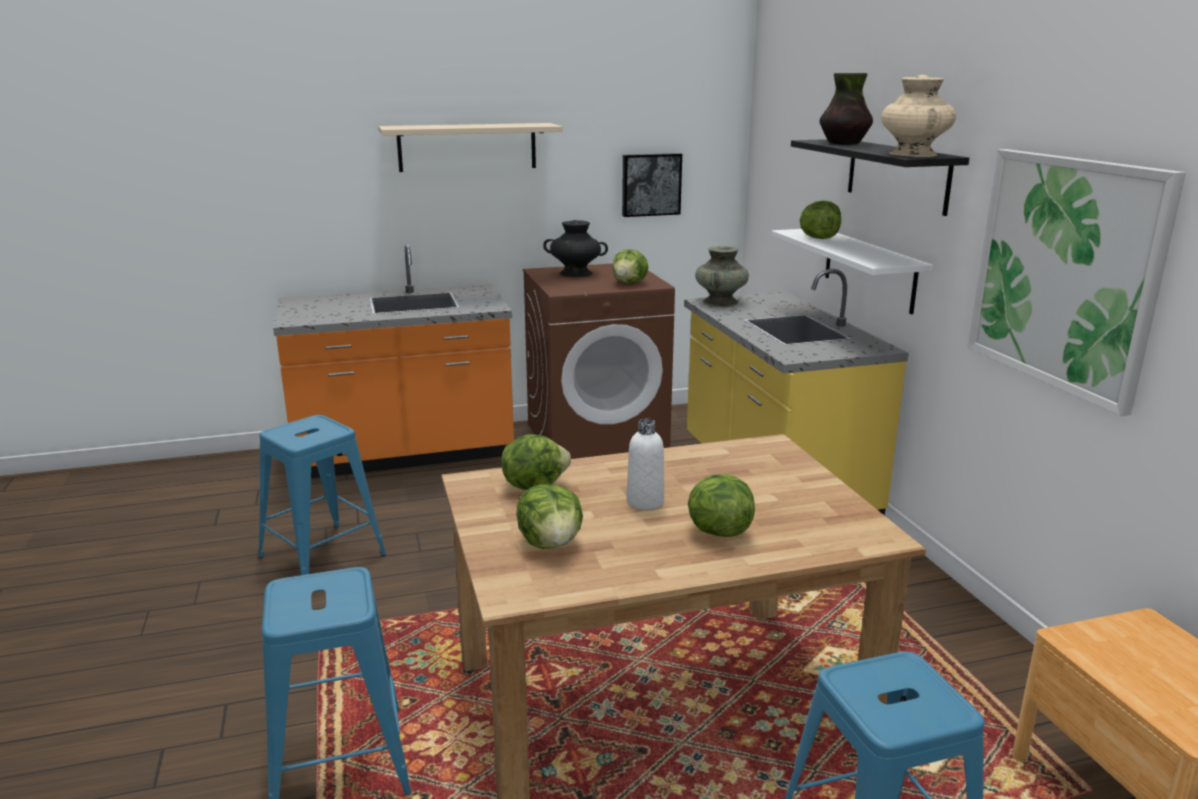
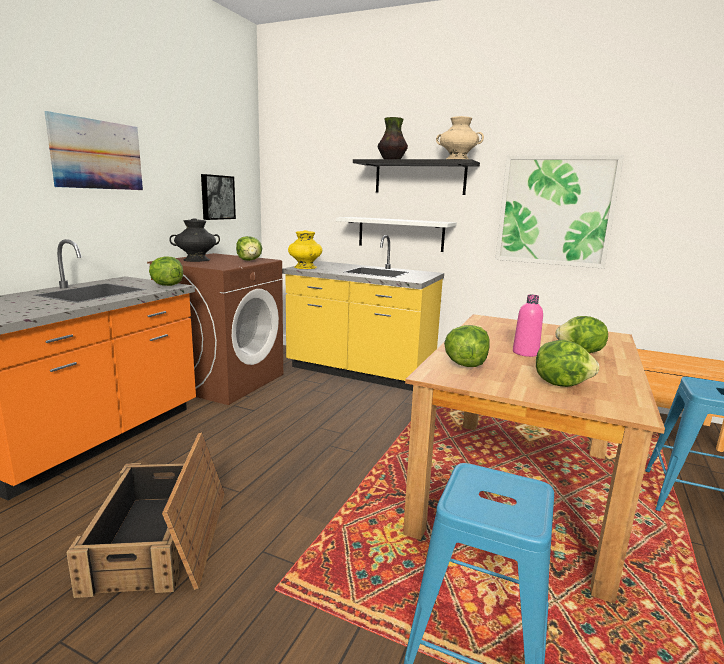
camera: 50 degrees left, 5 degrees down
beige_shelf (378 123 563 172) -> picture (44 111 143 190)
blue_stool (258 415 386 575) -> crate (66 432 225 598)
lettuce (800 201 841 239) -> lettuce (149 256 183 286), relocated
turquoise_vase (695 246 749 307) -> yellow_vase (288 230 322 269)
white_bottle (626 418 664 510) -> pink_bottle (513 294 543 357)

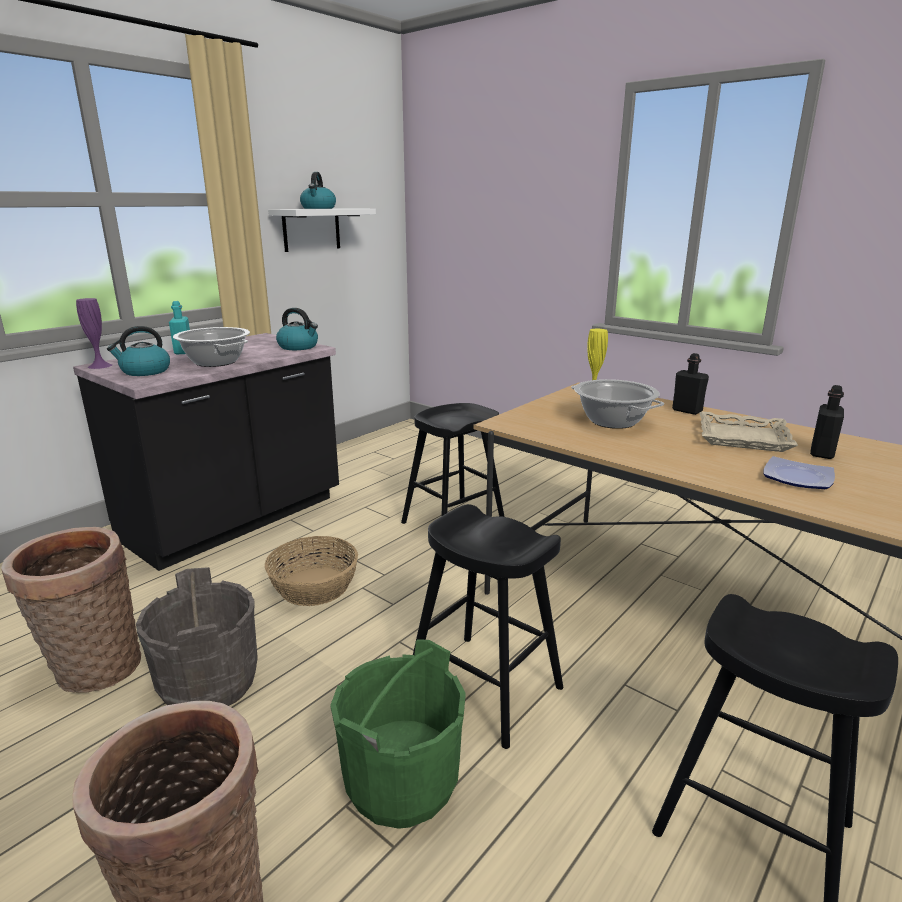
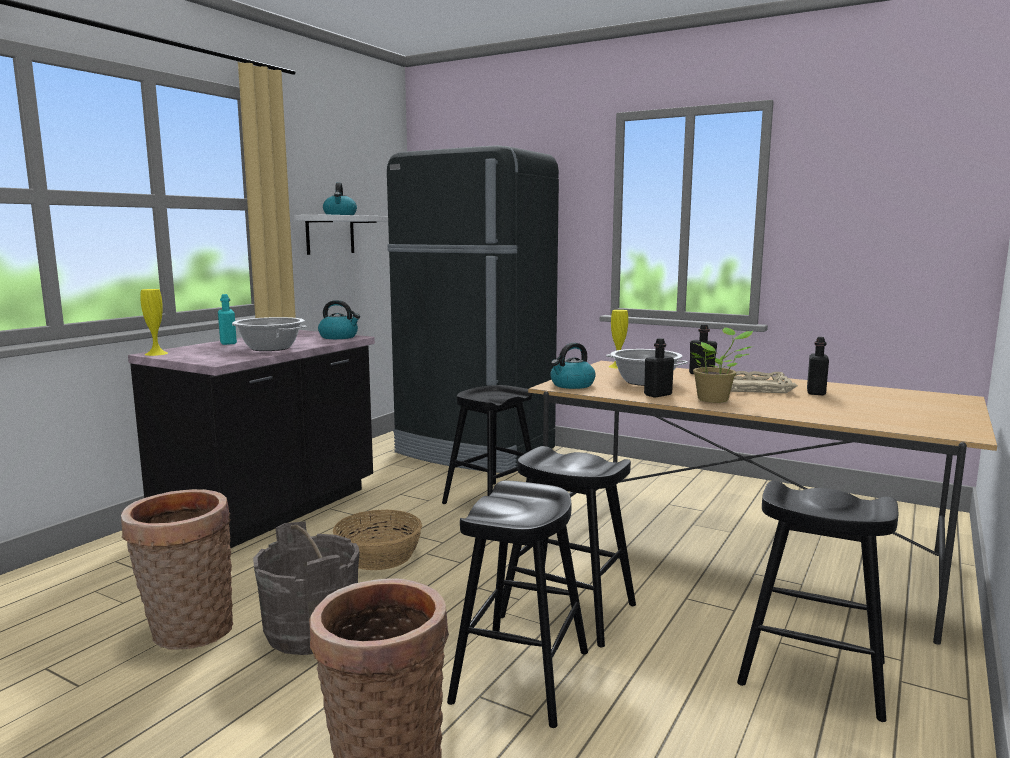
camera: 10 degrees left, 10 degrees down
purple_vase (76 298 112 369) -> yellow_vase (140 289 168 356)
none -> black_fridge (387 145 559 473)
green_bucket (330 639 466 829) -> black_stool (447 481 588 728)
kettle (107 326 170 376) -> kettle (550 343 596 389), relocated
none -> black_bottle (644 338 674 398)
none -> potted_plant (690 327 753 403)
plate (763 456 835 489) -> none

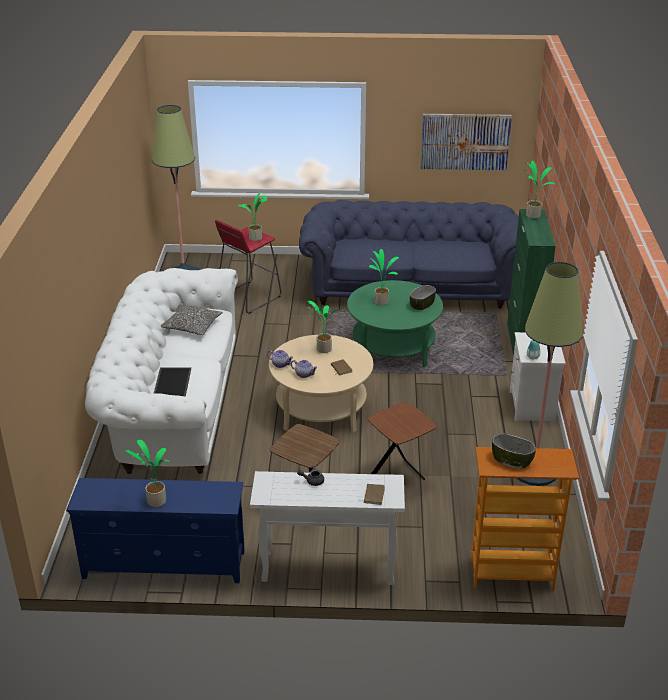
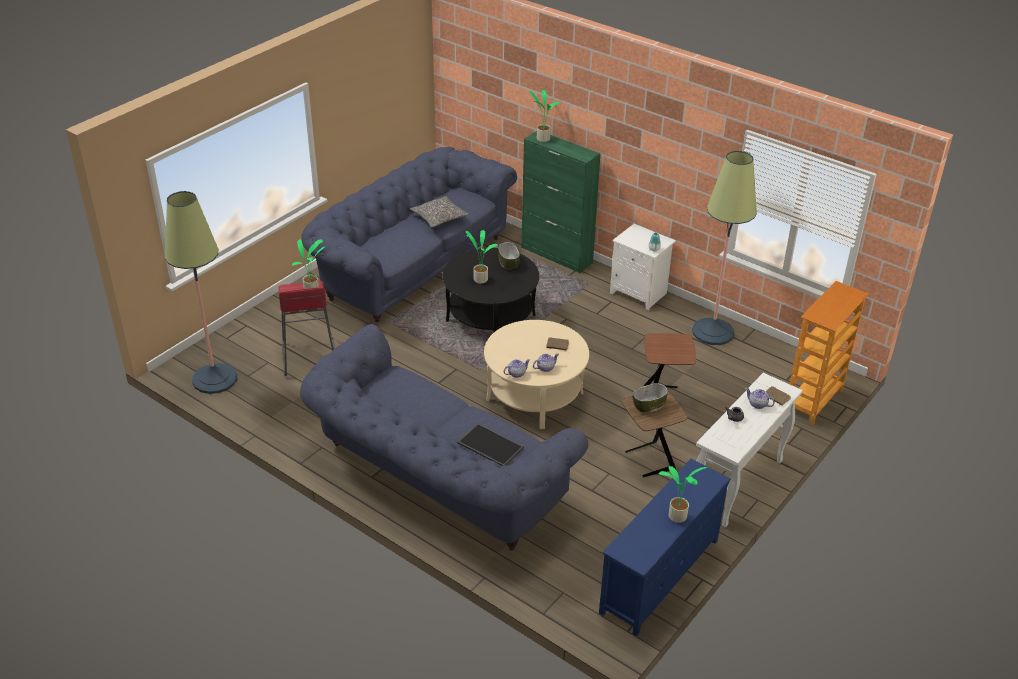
camera: 55 degrees left, 5 degrees up
white_sofa (85 268 238 474) -> blue_sofa (300 324 589 550)
pillow (161 304 223 335) -> pillow (410 196 468 227), relocated
green_coffee_table (347 280 443 367) -> black_coffee_table (443 248 539 333)
bowl (492 433 536 469) -> bowl (633 383 668 413), relocated
none -> teapot (745 388 775 409)
potted_plant (307 301 338 353) -> none
picture (420 114 512 170) -> none

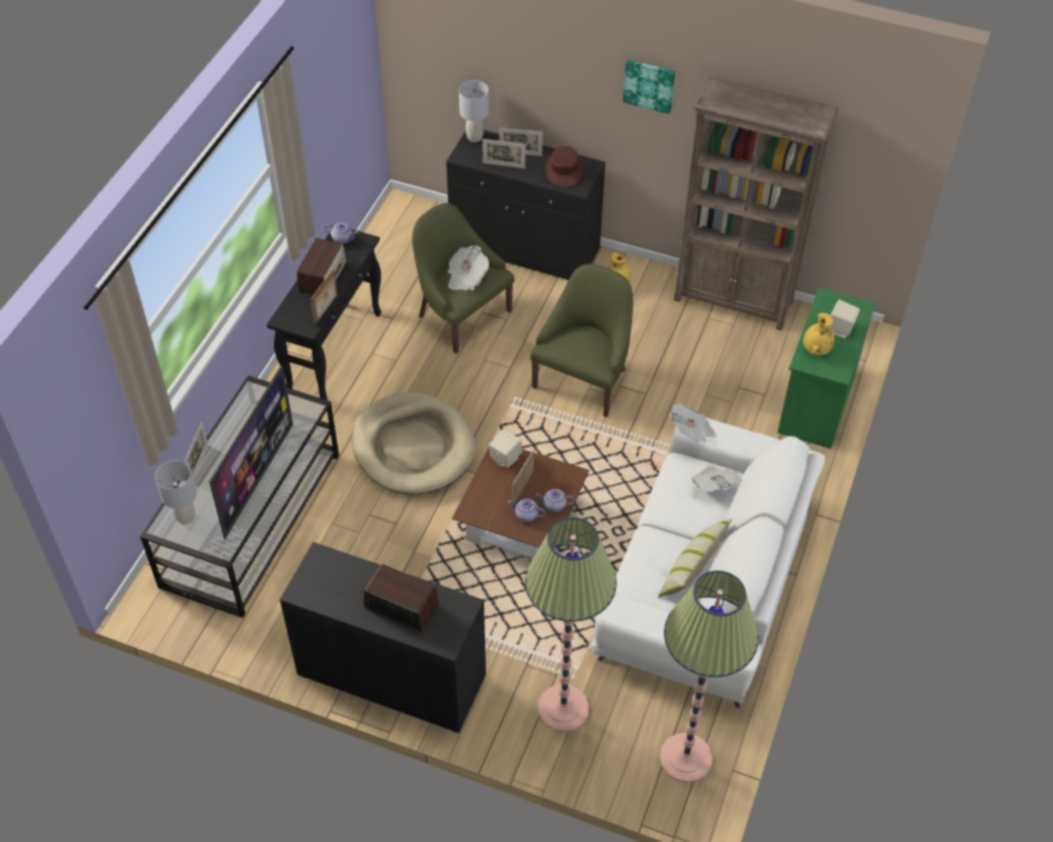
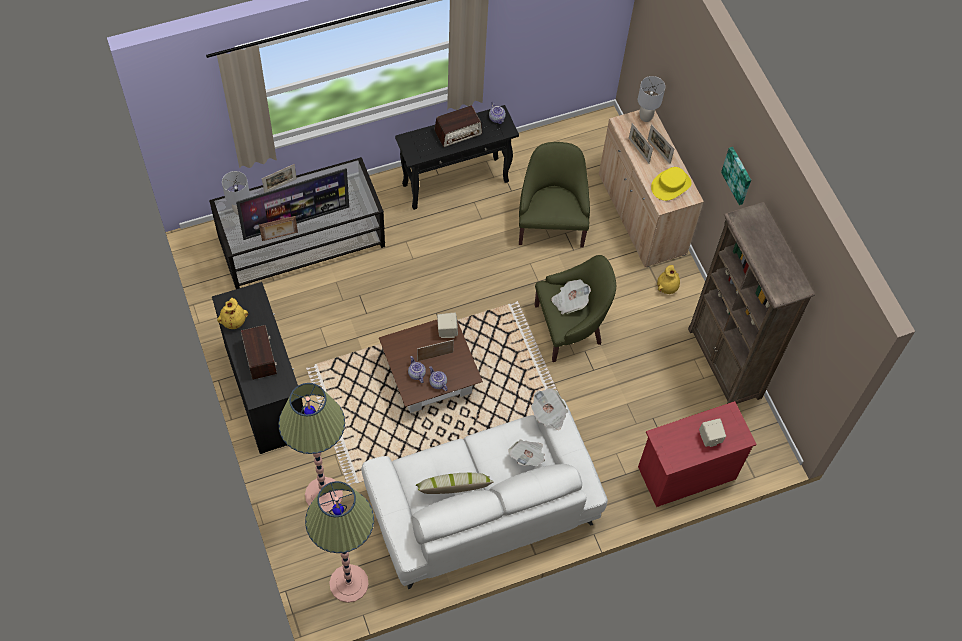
camera: 45 degrees right, 10 degrees up
yellow_vase (803 313 834 355) -> yellow_vase (217 298 248 329), relocated
picture_frame (310 268 338 326) -> picture_frame (259 216 298 241), relocated
newspaper (448 245 489 291) -> newspaper (551 279 591 314), relocated
black_cabinet (446 130 605 280) -> beige_cabinet (599 110 704 267)
green_dresser (777 288 876 449) -> red_dresser (638 401 757 507)
brown_hat (546 146 583 187) -> yellow_hat (651 167 692 201)
beige_dog_bed (352 392 476 495) -> none

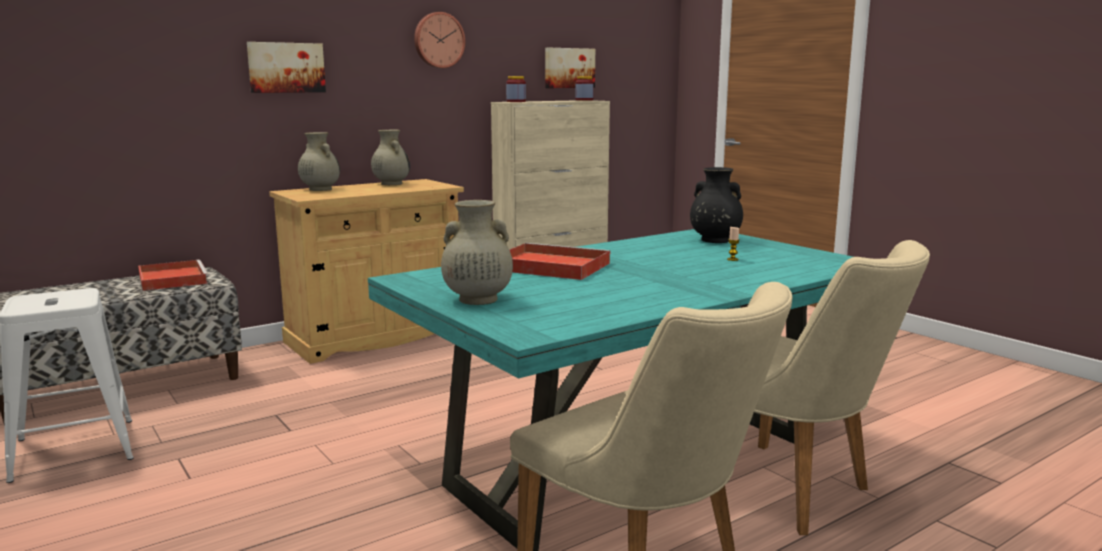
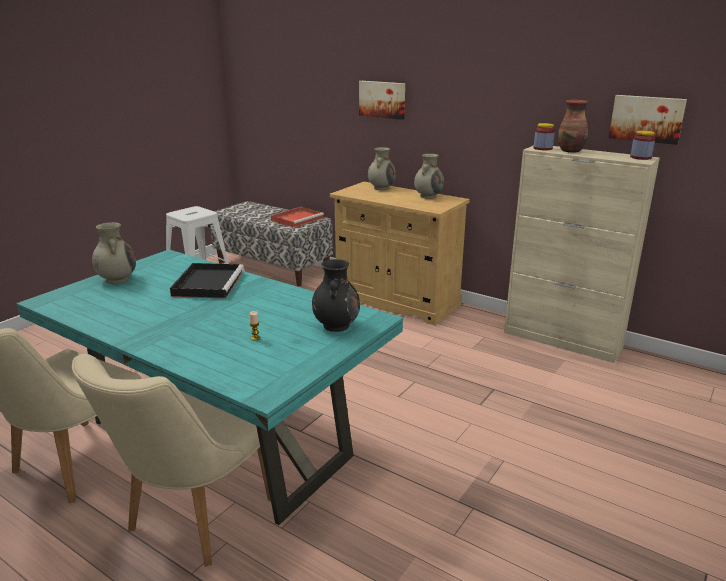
camera: 70 degrees right, 10 degrees up
red_tray (510 243 611 280) -> black_tray (170 263 244 299)
none -> vase (558 100 588 153)
wall_clock (414 12 465 68) -> none

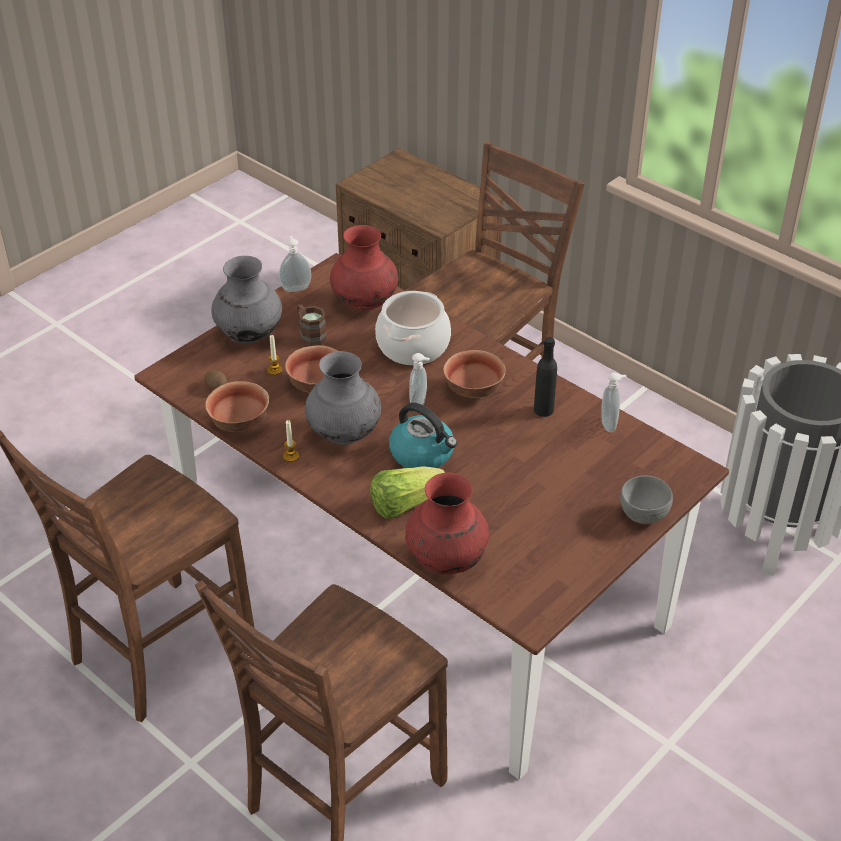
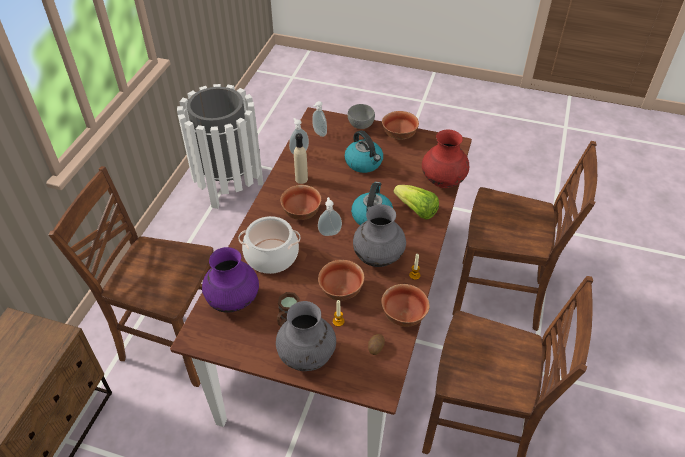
camera: 115 degrees left, 5 degrees up
red_vase (330 225 398 310) -> purple_vase (202 247 259 313)
black_bottle (534 337 557 417) -> beige_bottle (294 133 308 184)
soap_dispenser (279 236 311 292) -> soap_dispenser (312 101 327 137), relocated
none -> kettle (345 130 383 173)
none -> bowl (382 111 419 140)

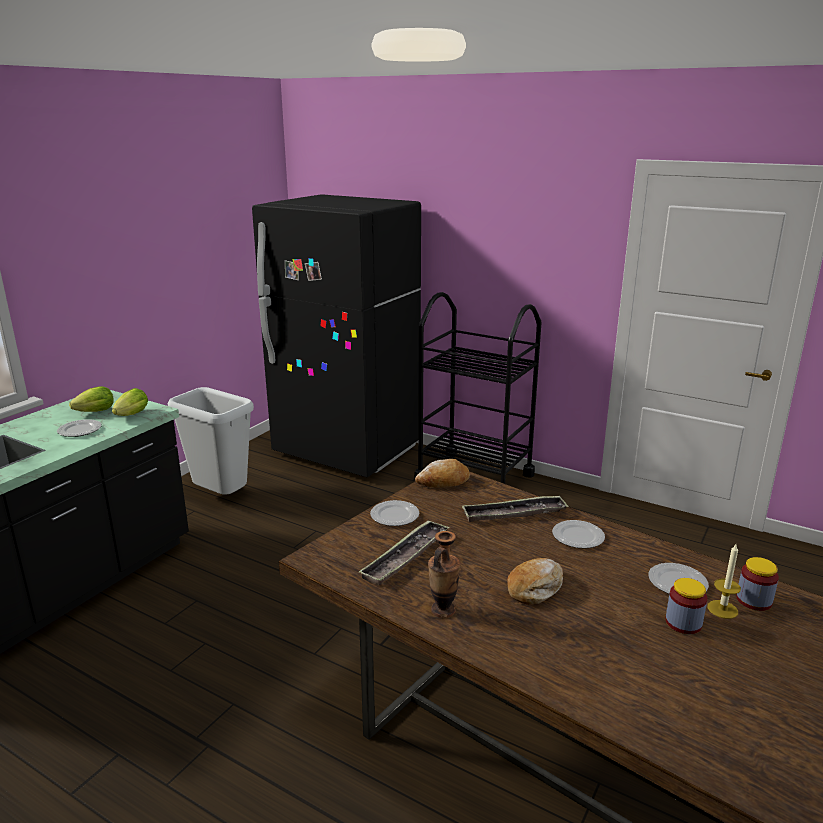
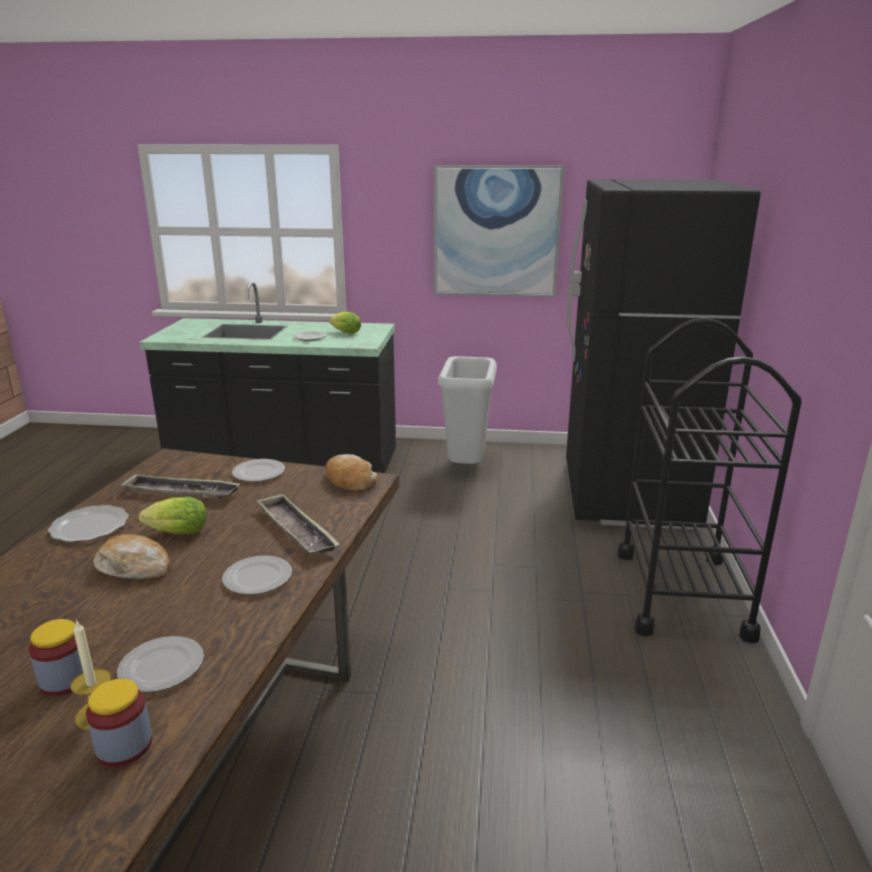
camera: 65 degrees right, 0 degrees up
vase (428 531 461 618) -> plate (48 505 129 542)
lettuce (112 388 148 416) -> lettuce (139 497 207 534), relocated
none -> picture (434 165 564 297)

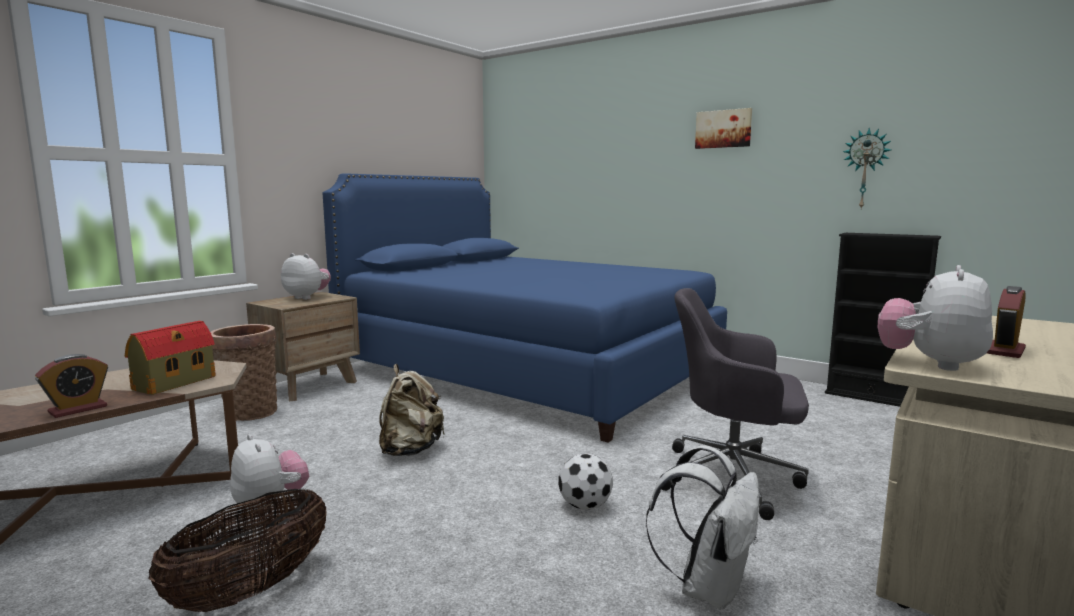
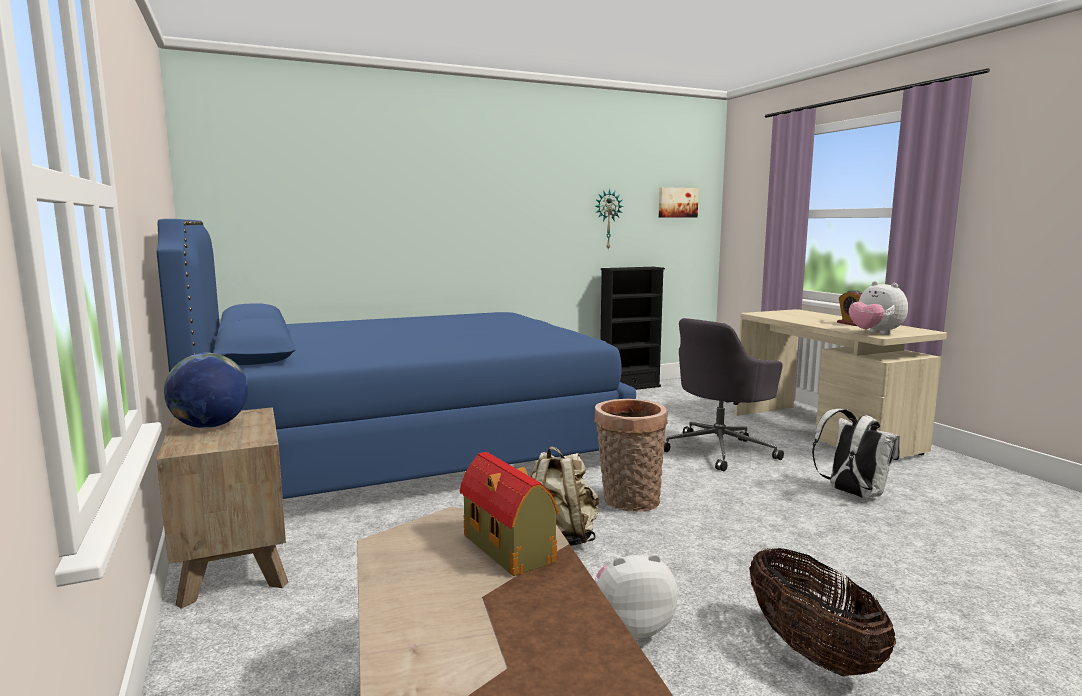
camera: 60 degrees left, 0 degrees up
plush_toy (281 253 331 300) -> globe (164 353 248 428)
basket (210 324 277 421) -> basket (594 399 668 512), relocated
picture (695 108 752 149) -> picture (659 187 699 218), relocated
alarm_clock (35 354 108 418) -> none
football (558 453 613 510) -> none

